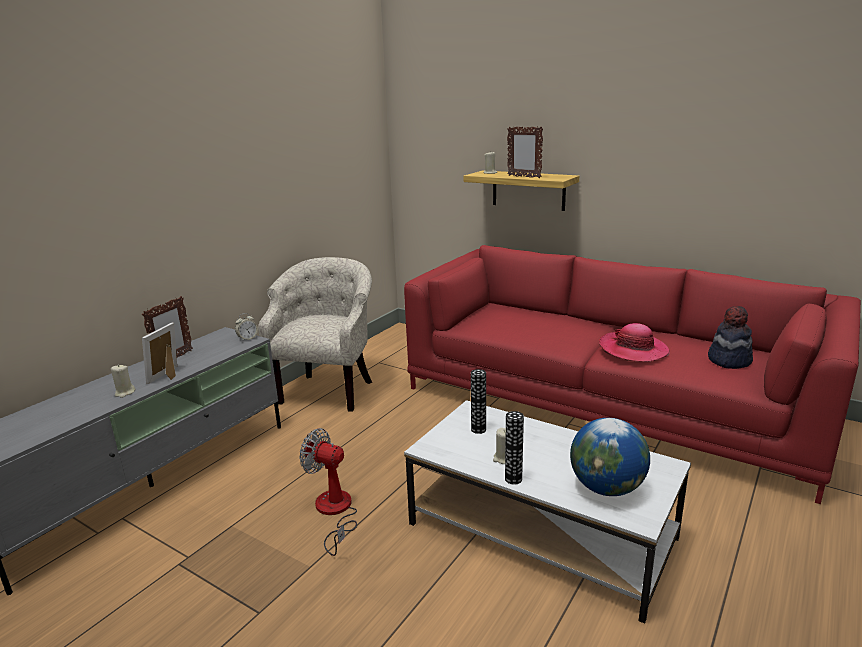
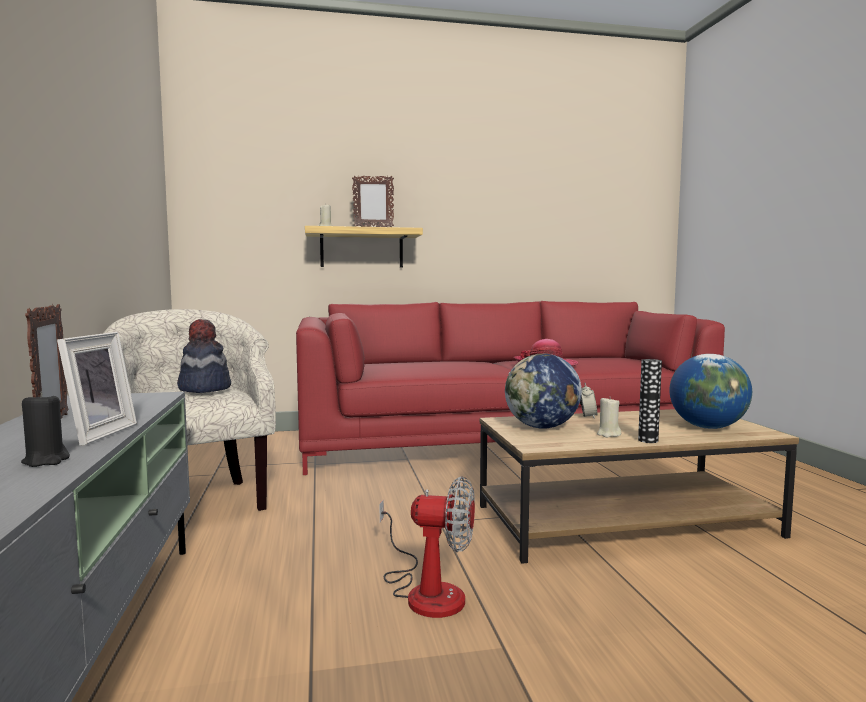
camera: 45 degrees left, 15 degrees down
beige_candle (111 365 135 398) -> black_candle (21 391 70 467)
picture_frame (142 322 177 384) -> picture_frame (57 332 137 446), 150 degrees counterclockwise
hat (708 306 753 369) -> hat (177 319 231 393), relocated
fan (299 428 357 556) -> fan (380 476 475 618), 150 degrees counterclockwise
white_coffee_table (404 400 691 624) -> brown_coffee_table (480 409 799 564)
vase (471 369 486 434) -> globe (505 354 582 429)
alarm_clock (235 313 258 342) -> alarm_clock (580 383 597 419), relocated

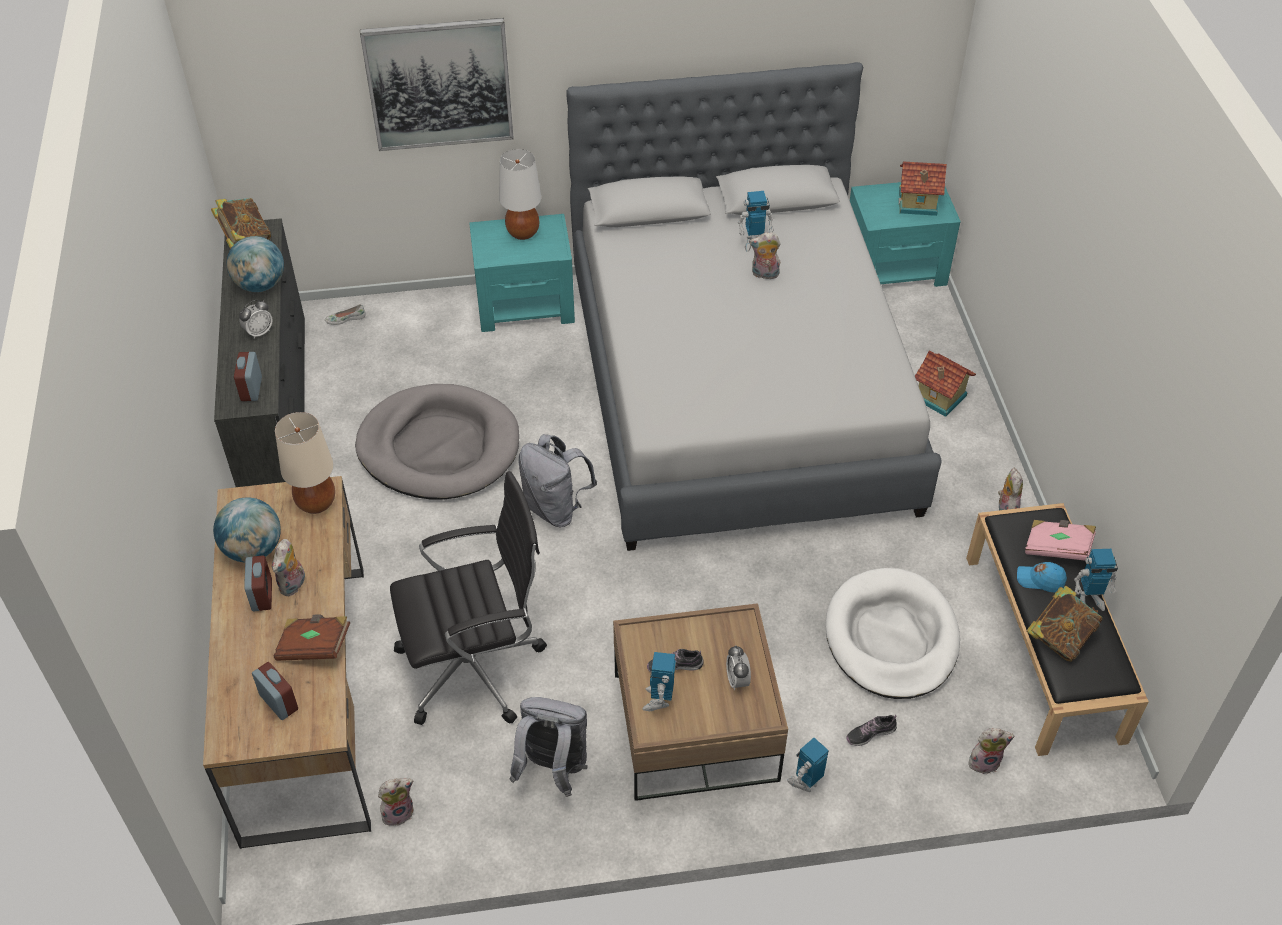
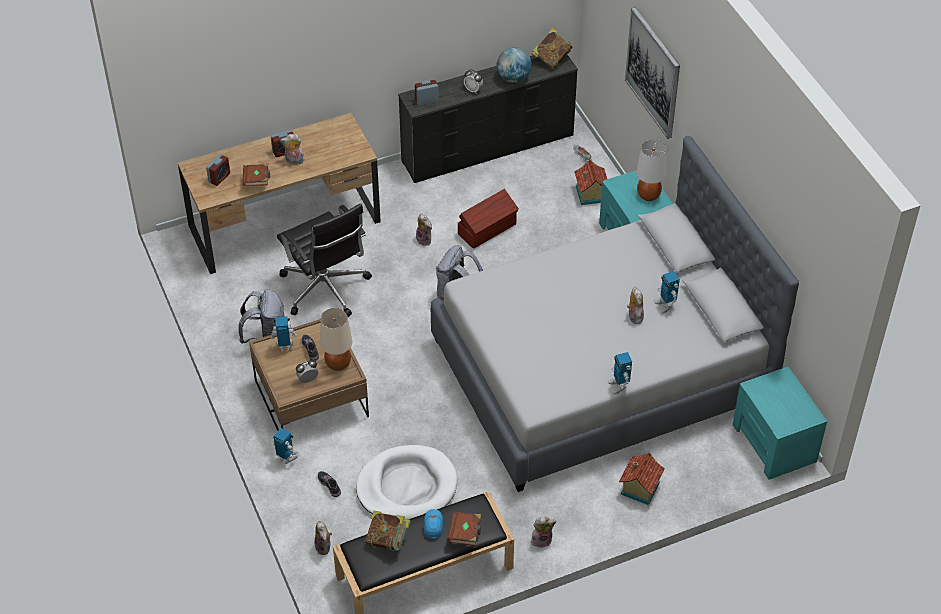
camera: 75 degrees right, 0 degrees up
beige_table_lamp (275 412 335 514) -> beige_table_lamp (320 308 352 371), relocated
plush_toy (378 778 414 826) -> plush_toy (416 214 432 246), relocated
pink_book (1025 520 1096 561) -> brown_book (447 512 481 546)
grey_dog_bed (355 384 519 500) -> brown_storage_box (458 189 519 249)
toy_house (899 161 947 216) -> toy_house (574 160 607 205), relocated
toy_robot (1074 549 1118 611) -> toy_robot (608 352 632 395), relocated
globe (213 497 281 562) -> none

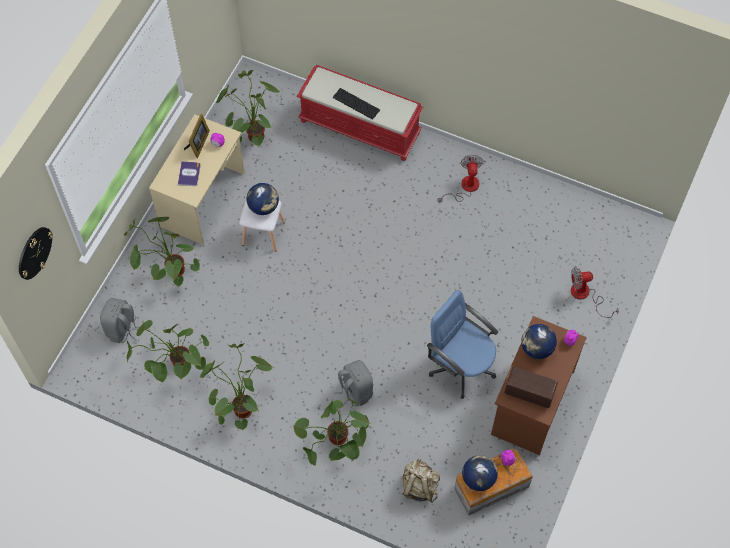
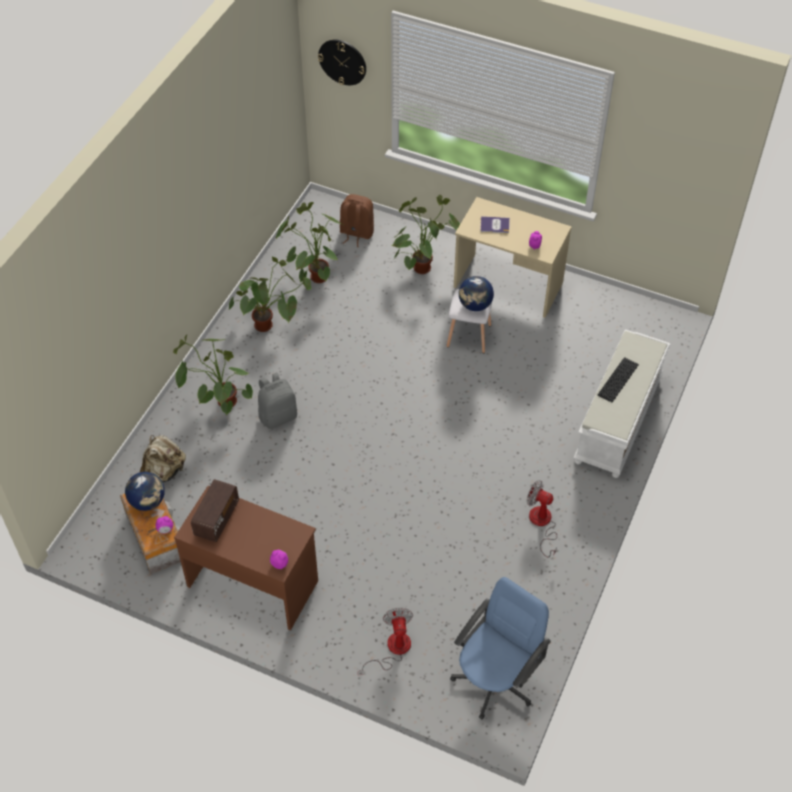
camera: 90 degrees right, 10 degrees down
grey_backpack (100 298 139 343) -> brown_backpack (340 194 374 247)
blue_office_chair (427 290 498 399) -> blue_office_chair (450 577 551 719), relocated
fan (437 155 484 203) -> fan (527 480 557 557), 150 degrees counterclockwise
red_bench (297 65 423 161) -> white_bench (573 329 671 478)
picture_frame (184 114 210 158) -> none
potted_plant (216 70 281 146) -> none
globe (521 324 557 359) -> none

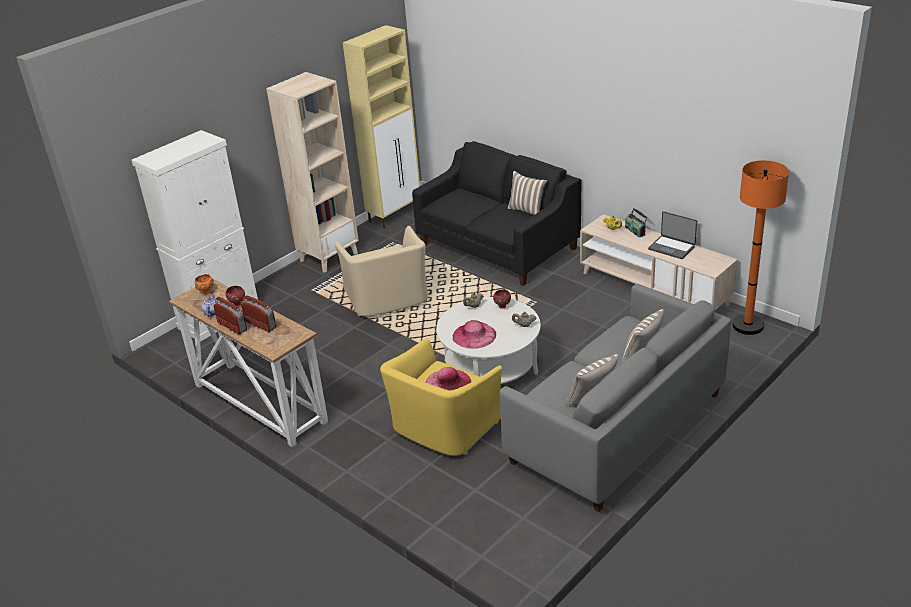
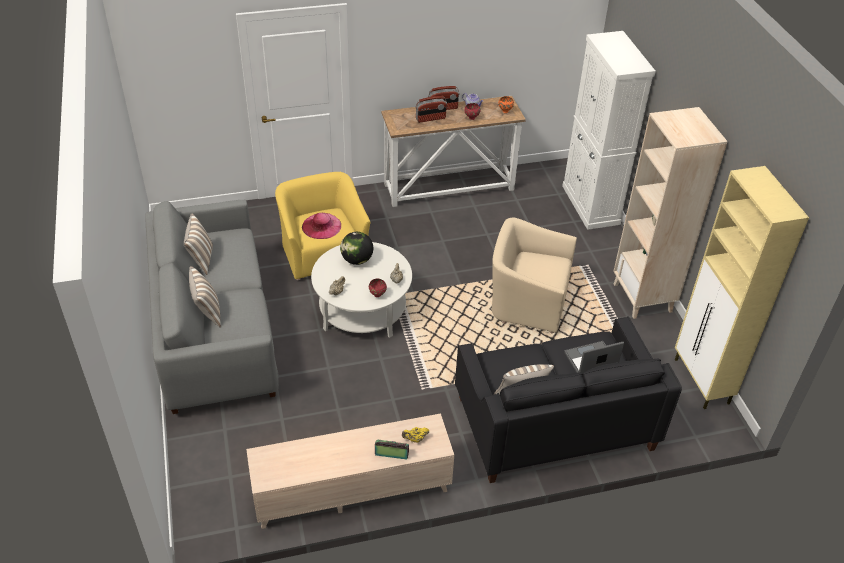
camera: 120 degrees right, 10 degrees up
pink_hat (453 320 496 348) -> globe (340 232 373 265)
laptop (648 211 697 259) -> laptop (565 341 624 373), relocated
orange_floor_lamp (732 160 789 335) -> none

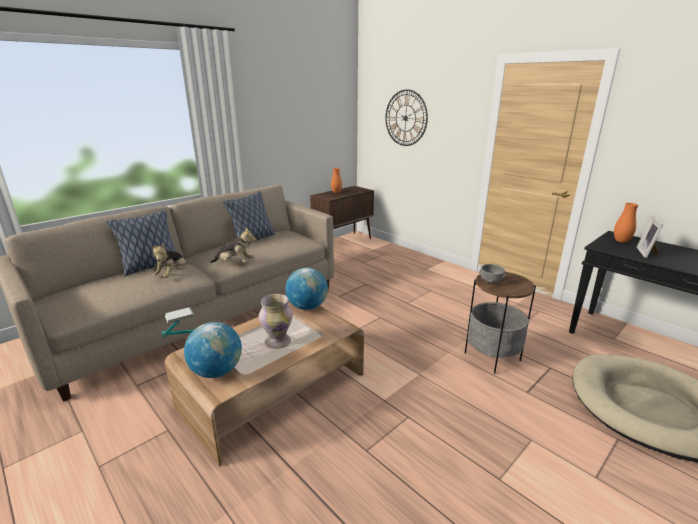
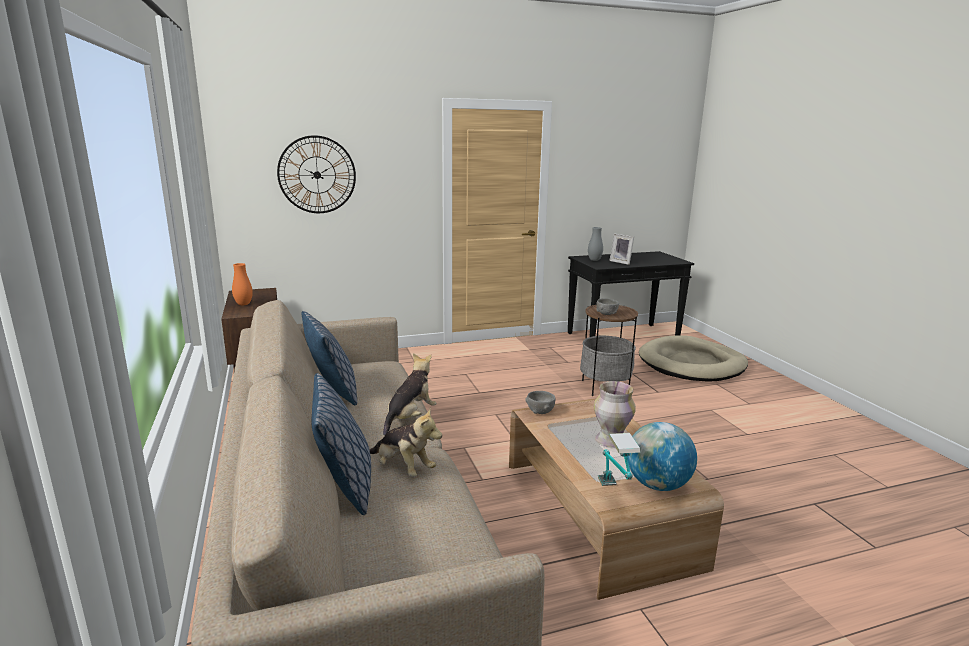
camera: 65 degrees left, 5 degrees down
globe (285 268 328 310) -> grey_bowl (525 391 555 414)
orange_vase (614 203 638 243) -> grey_vase (588 227 603 261)

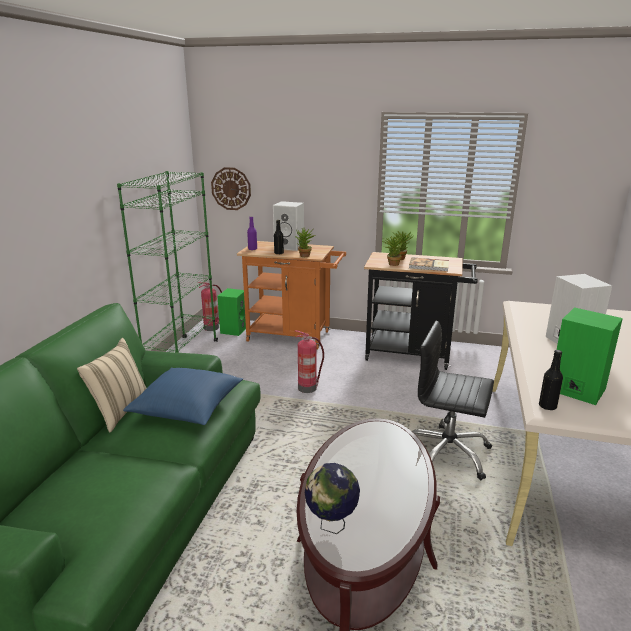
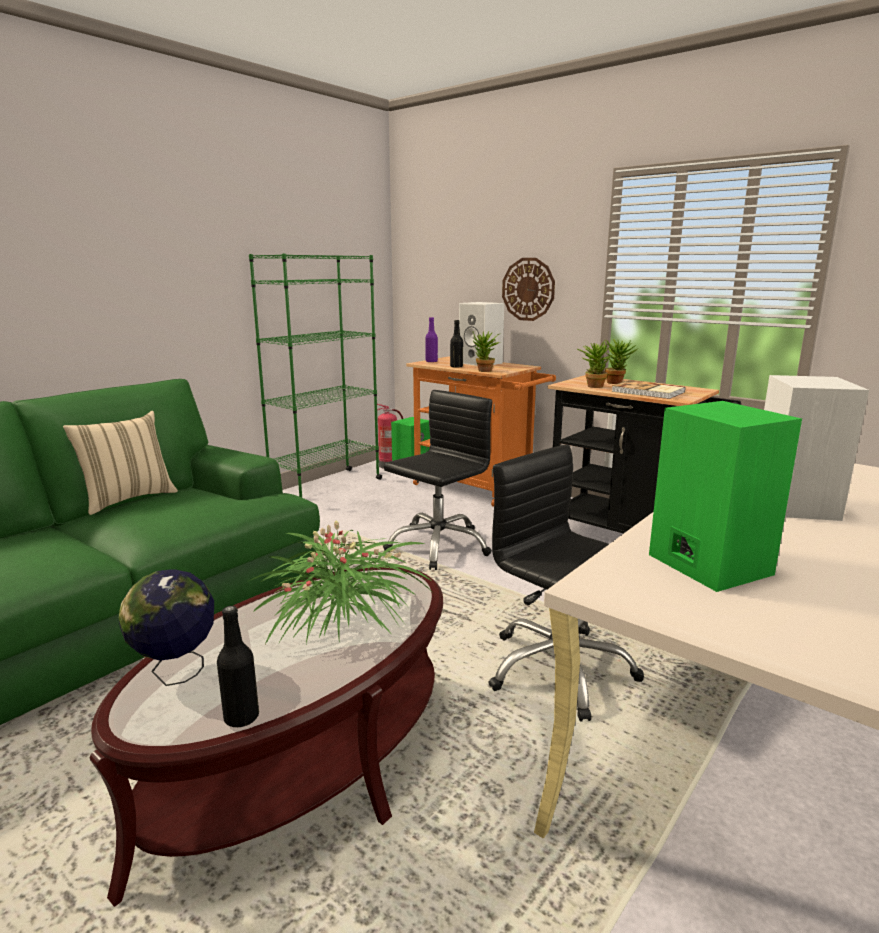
camera: 25 degrees right, 5 degrees down
black_bottle (539 350 563 410) -> black_bottle (217 606 259 728), relocated
none -> potted_plant (247 521 432 644)
fire_extinguisher (295 330 324 393) -> black_office_chair (383 390 492 570)
wall_clock (211 167 251 210) -> wall_clock (502 258 555 321), relocated
blue_pillow (123 368 243 425) -> none

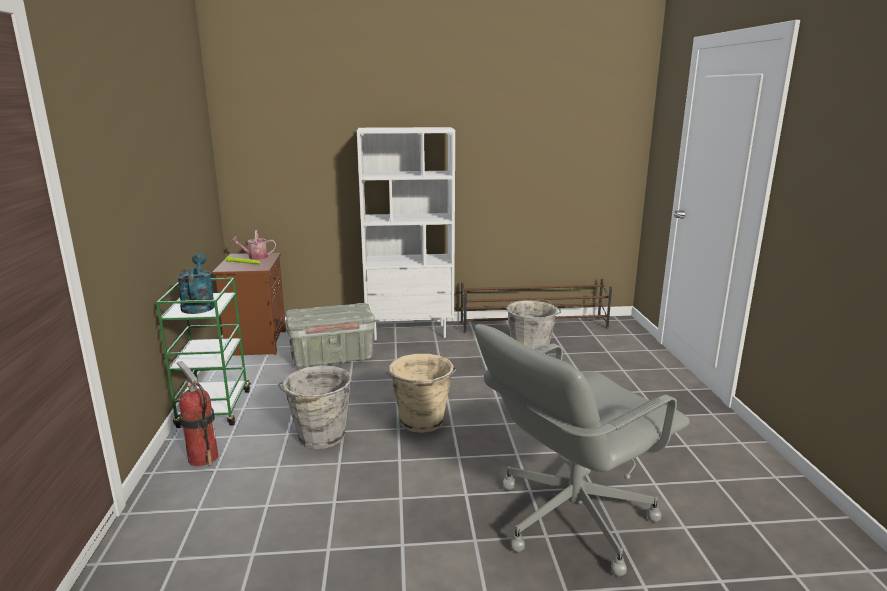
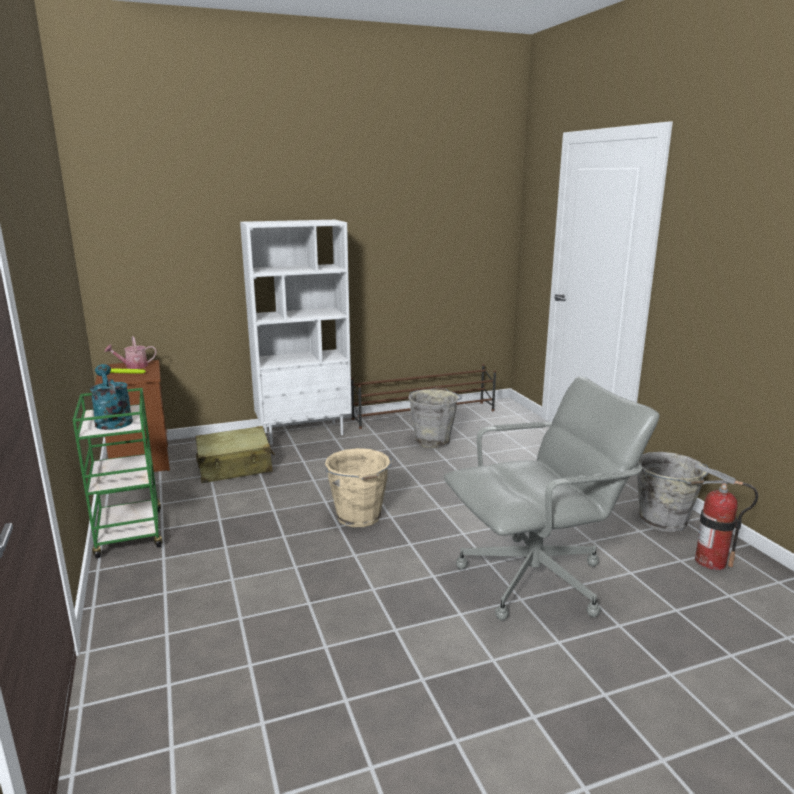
camera: 15 degrees left, 0 degrees up
grey_storage_box (285 303 375 368) -> beige_suitcase (196 426 275 483)
grey_office_chair (475 324 690 576) -> grey_office_chair (444 376 660 621), 150 degrees counterclockwise
grey_bucket (278 365 352 449) -> grey_bucket (637 452 708 532), relocated
fire_extinguisher (177 361 218 467) -> fire_extinguisher (694 464 758 570), relocated

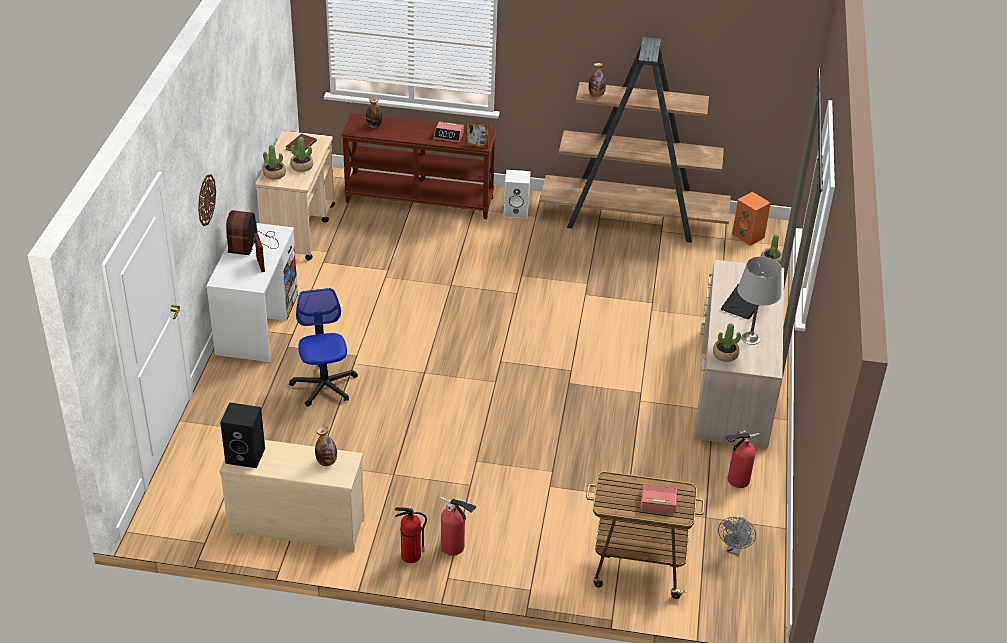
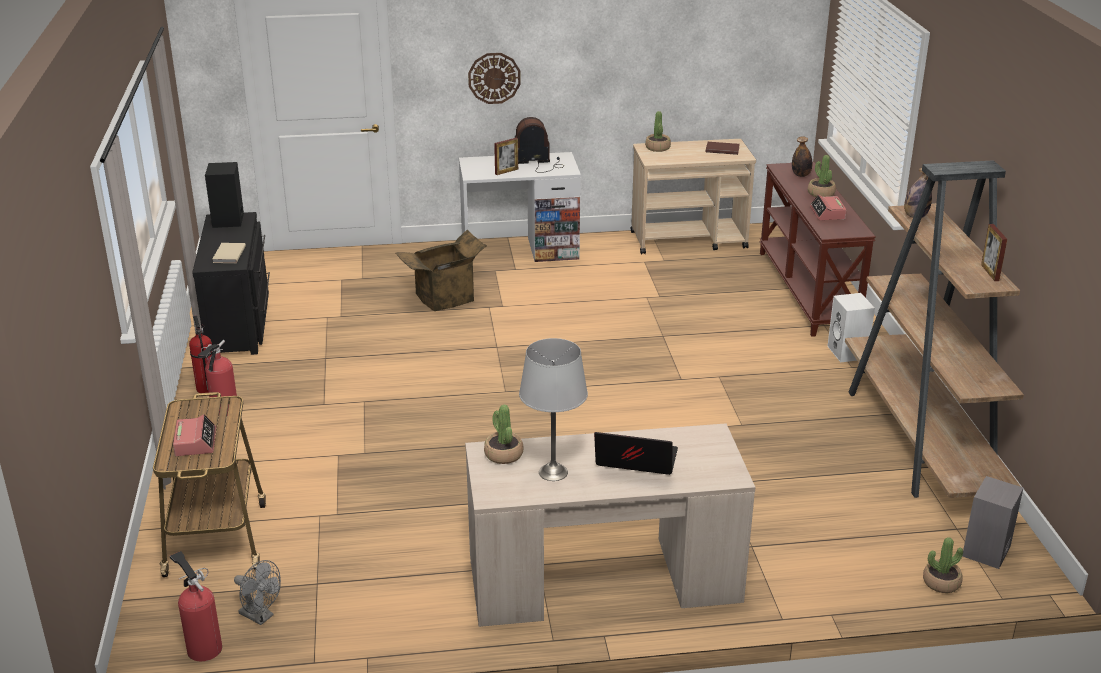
camera: 75 degrees right, 10 degrees down
fire_extinguisher (726 430 760 488) -> fire_extinguisher (170 551 222 661), relocated
beige_dresser (219 440 365 553) -> black_dresser (192 212 270 355)
bottle (315 427 337 466) -> beige_book (213 243 246 263)
grey_fan (718 517 756 556) -> grey_fan (234 560 281 625), 150 degrees counterclockwise
office_chair (289 288 358 407) -> cardboard_box (395 229 487 311)
potted_plant (290 137 313 172) -> potted_plant (808 155 836 197), relocated
orange_speaker (732 192 771 246) -> grey_speaker (963 476 1023 569)
picture_frame (466 120 489 148) -> picture_frame (981 224 1007 281), relocated

